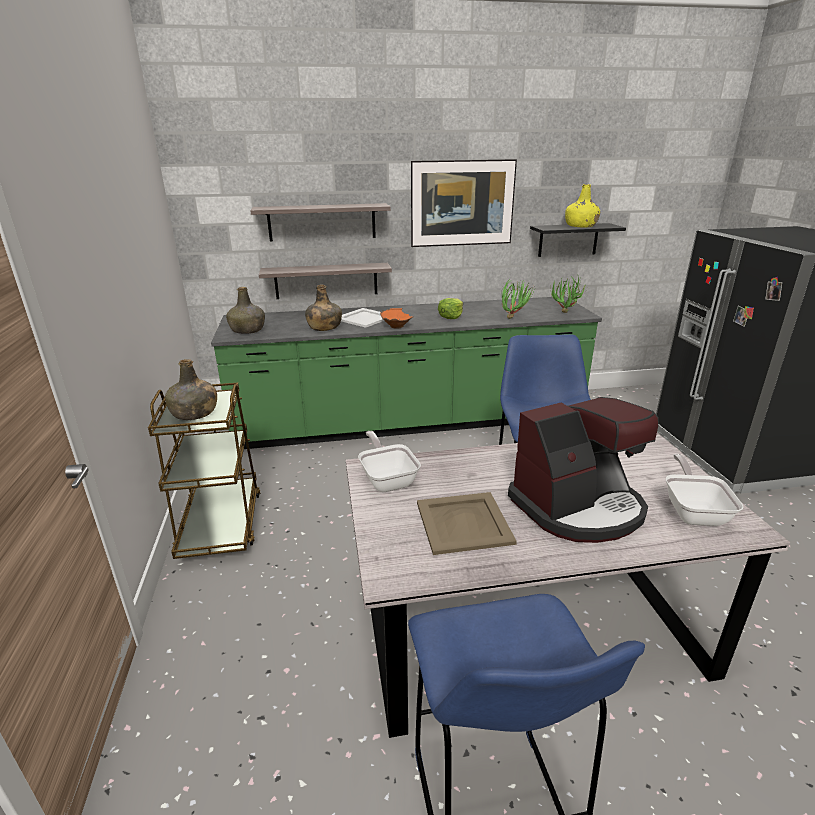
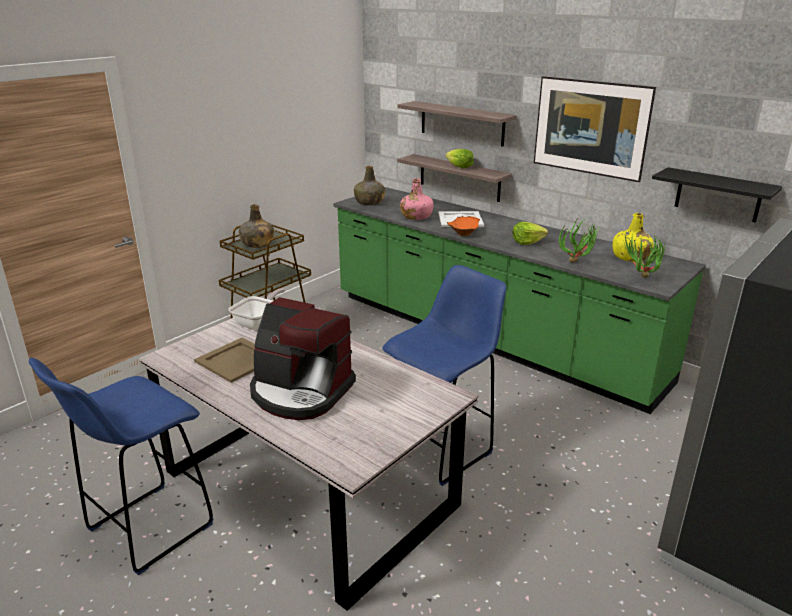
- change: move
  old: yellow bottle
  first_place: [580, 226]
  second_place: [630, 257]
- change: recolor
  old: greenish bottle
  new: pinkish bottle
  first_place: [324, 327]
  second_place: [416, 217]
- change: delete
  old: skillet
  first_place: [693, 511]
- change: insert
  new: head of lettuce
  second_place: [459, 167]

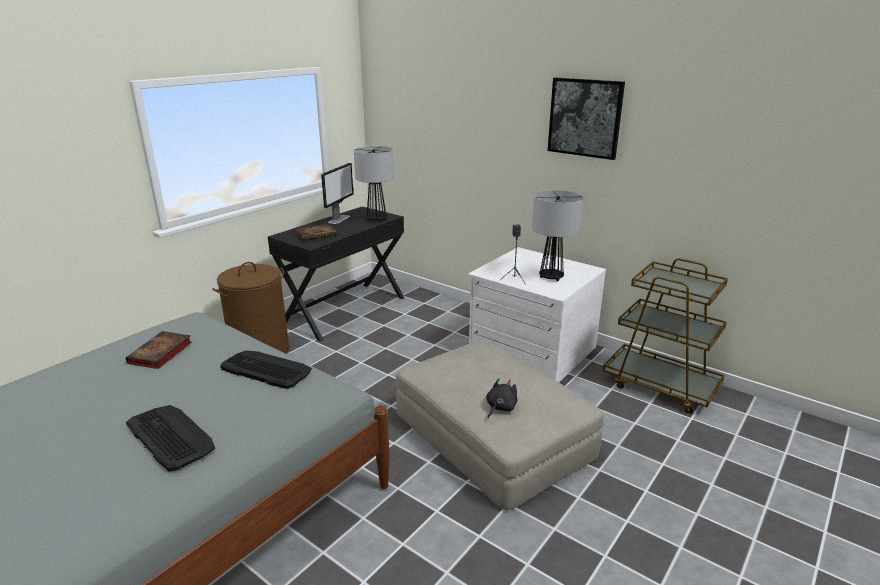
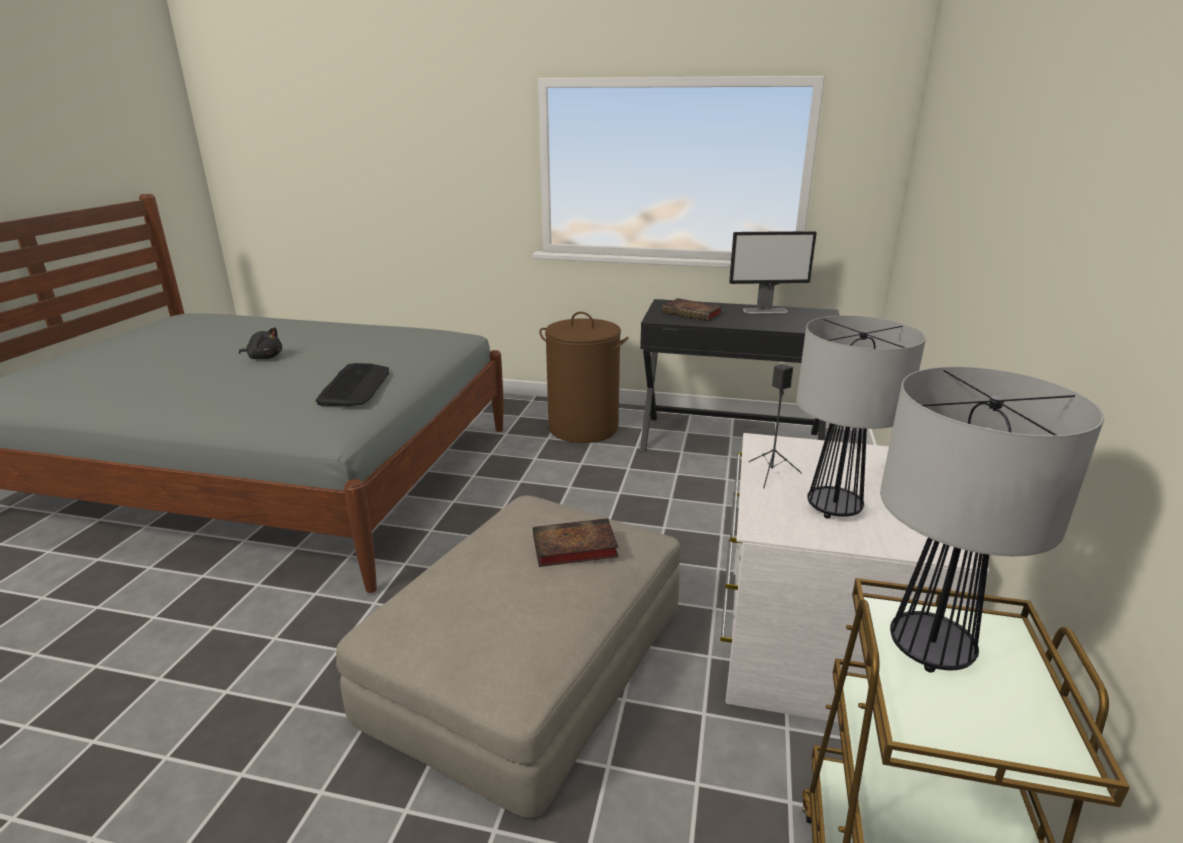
- change: delete
  old: wall picture
  first_place: [585, 117]
- change: move
  old: table lamp
  first_place: [376, 219]
  second_place: [928, 648]
- change: move
  old: book
  first_place: [160, 354]
  second_place: [572, 547]
- change: move
  old: black soft toy
  first_place: [500, 408]
  second_place: [264, 357]
- change: delete
  old: computer keyboard
  first_place: [170, 436]

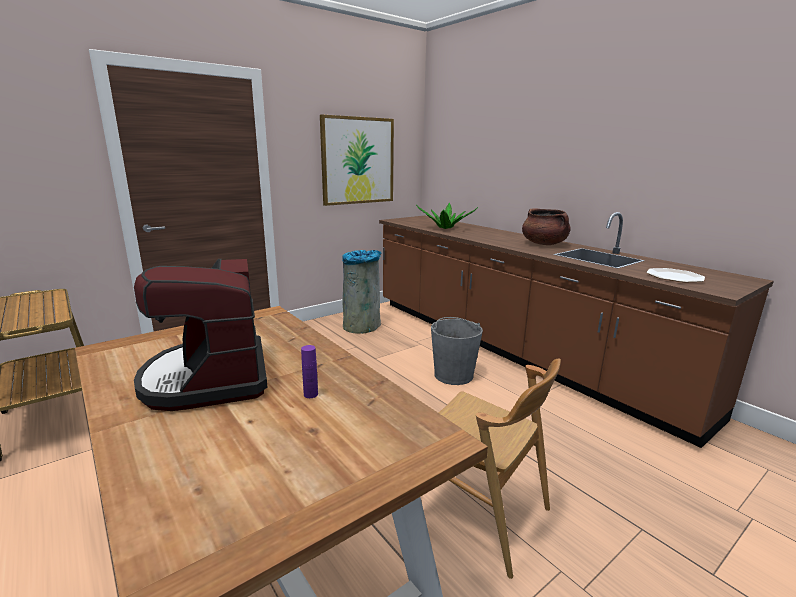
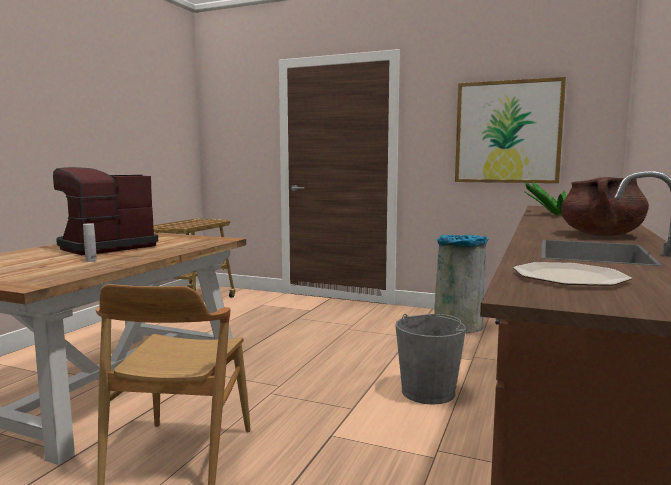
- change: recolor
  old: purplish bottle
  new: white bottle
  first_place: [310, 394]
  second_place: [91, 260]

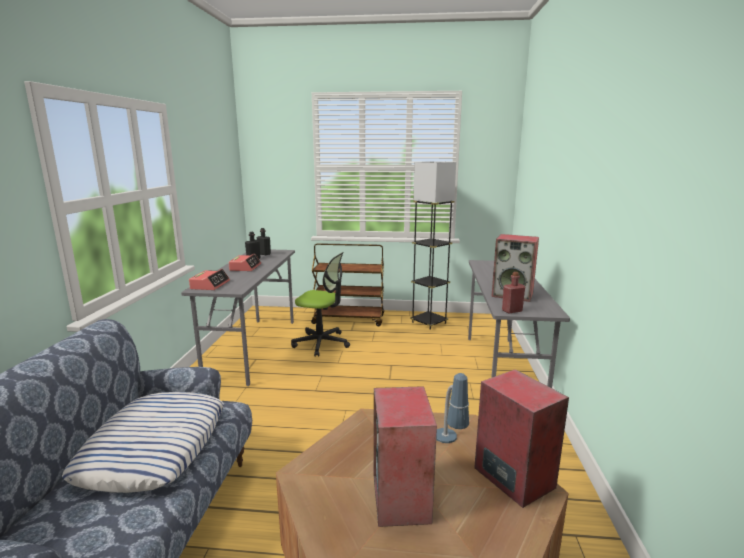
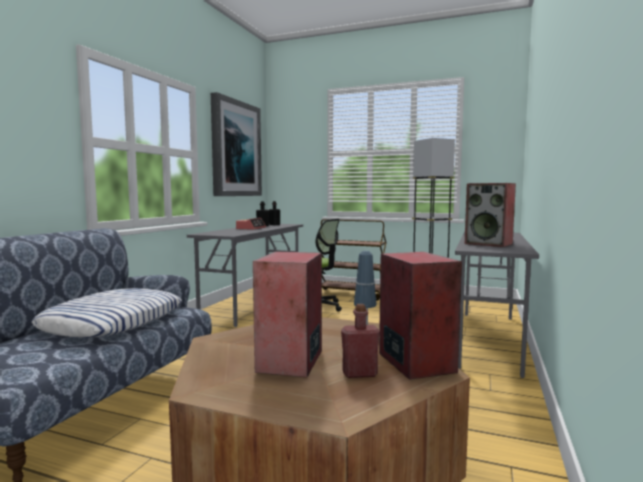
- change: delete
  old: bedside clock
  first_place: [210, 285]
- change: move
  old: red-coloured bottle
  first_place: [512, 311]
  second_place: [359, 374]
- change: insert
  new: wall picture
  second_place: [235, 149]

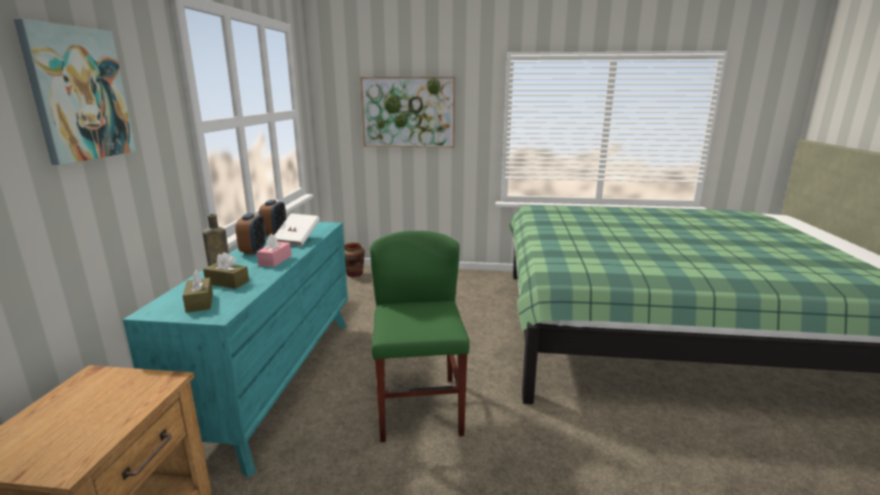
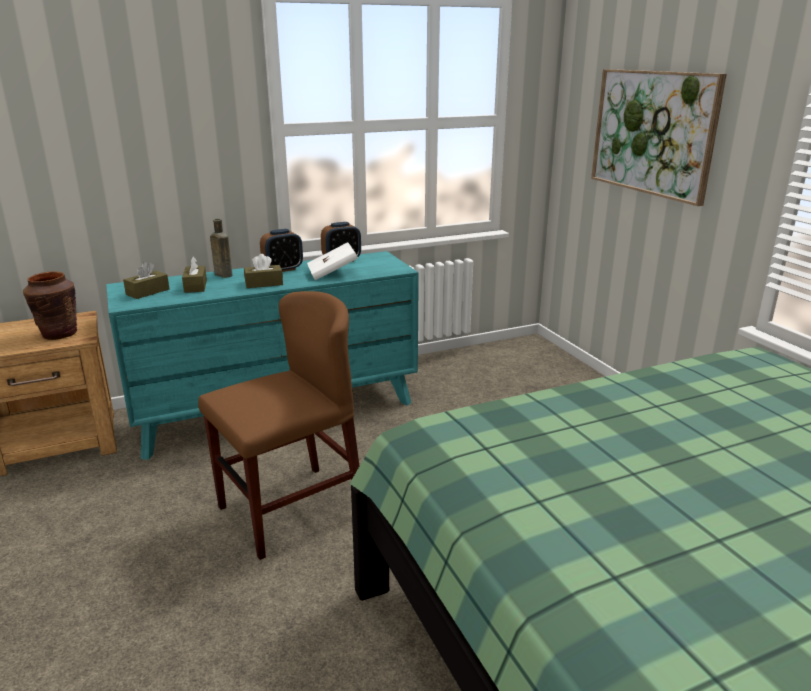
- change: delete
  old: wall picture
  first_place: [79, 94]
- change: recolor
  old: greenish chair
  new: brownish chair
  first_place: [419, 408]
  second_place: [290, 510]
- change: recolor
  old: pinkish tissue box
  new: brownish tissue box
  first_place: [275, 260]
  second_place: [264, 283]
- change: move
  old: brownish flower vase
  first_place: [354, 274]
  second_place: [59, 334]

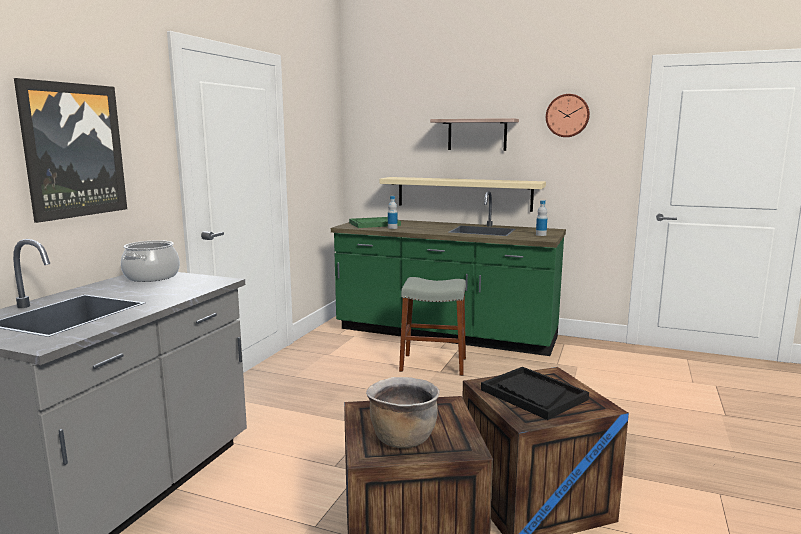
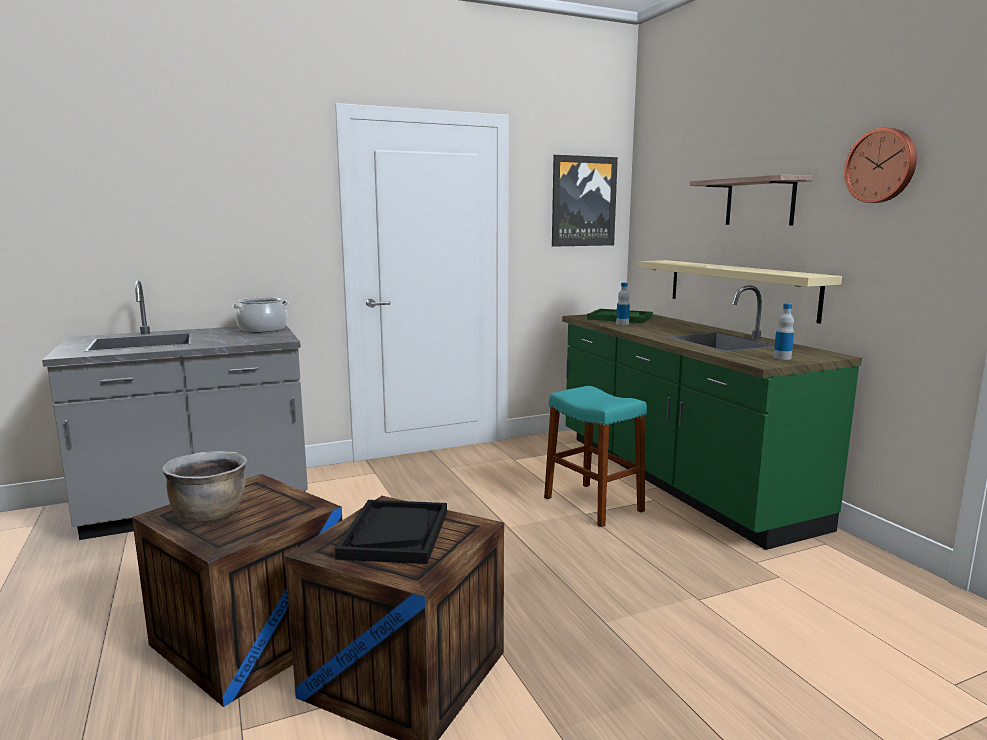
- change: move
  old: wall picture
  first_place: [73, 150]
  second_place: [583, 201]
- change: recolor
  old: grey sitting stool
  new: turquoise sitting stool
  first_place: [433, 364]
  second_place: [593, 504]

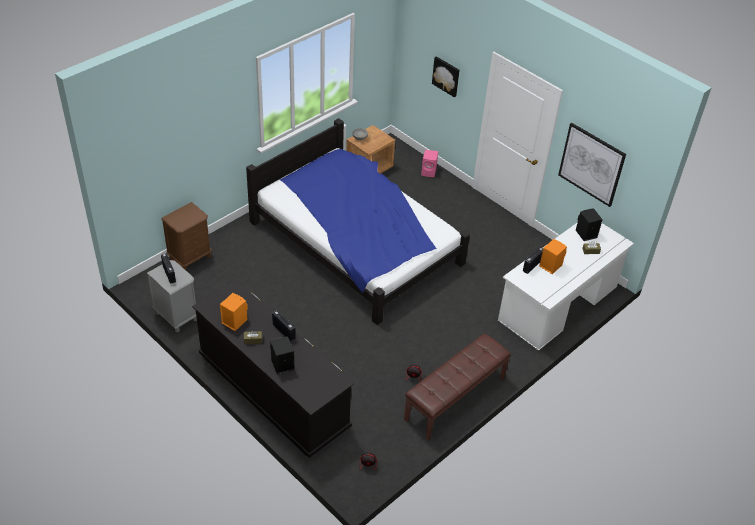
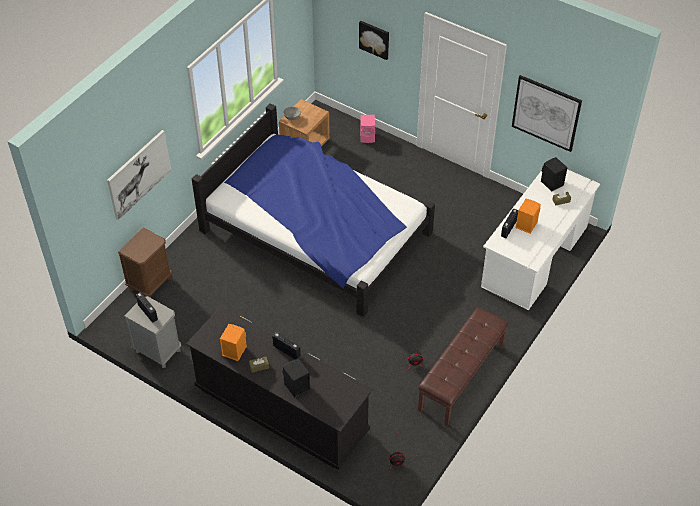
- change: insert
  new: wall picture
  second_place: [139, 174]

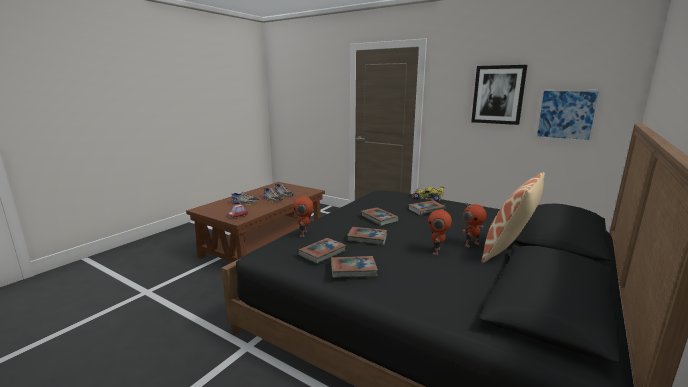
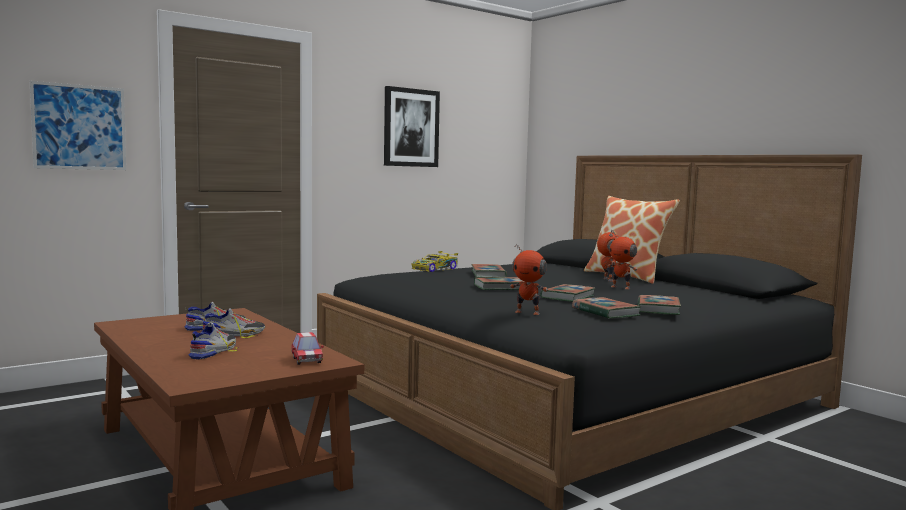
- change: move
  old: wall picture
  first_place: [566, 115]
  second_place: [79, 127]

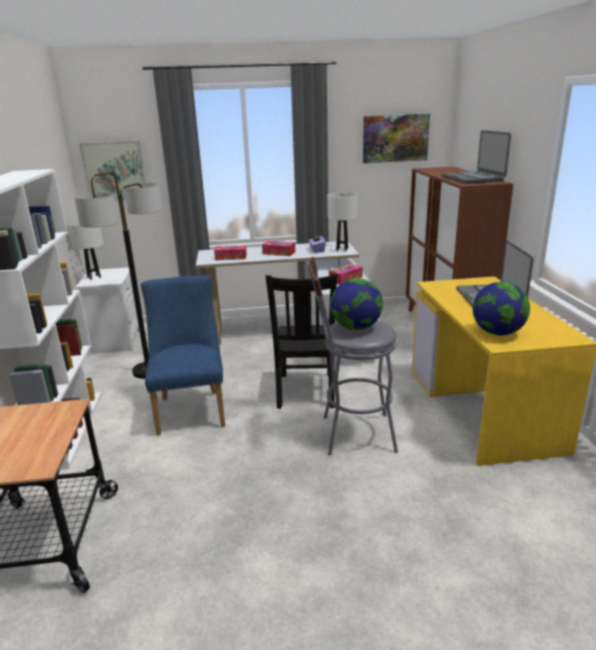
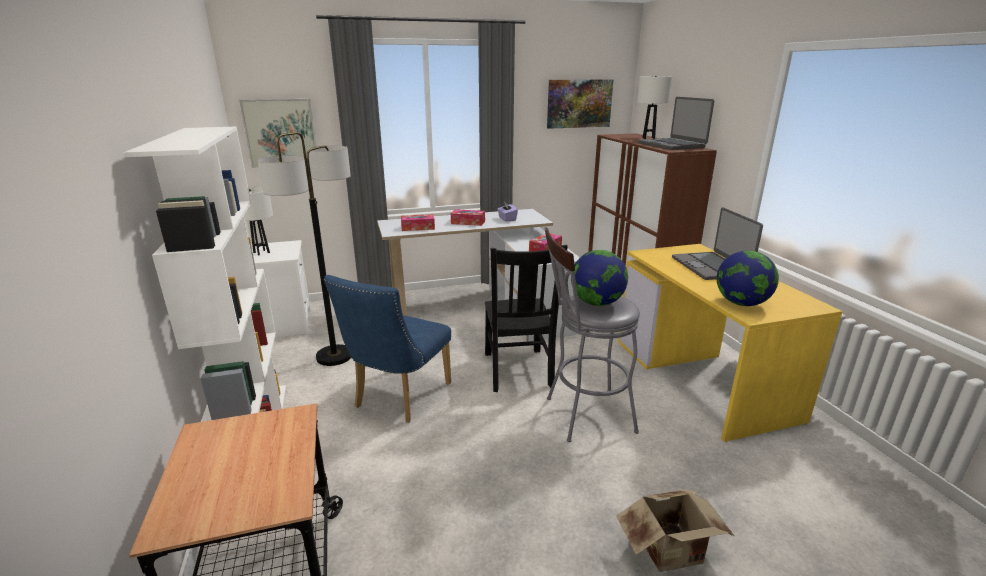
- change: move
  old: white table lamp
  first_place: [342, 249]
  second_place: [648, 138]
- change: rotate
  old: blue chair
  first_place: [191, 408]
  second_place: [398, 398]
  degrees: -135
- change: insert
  new: carton
  second_place: [673, 553]

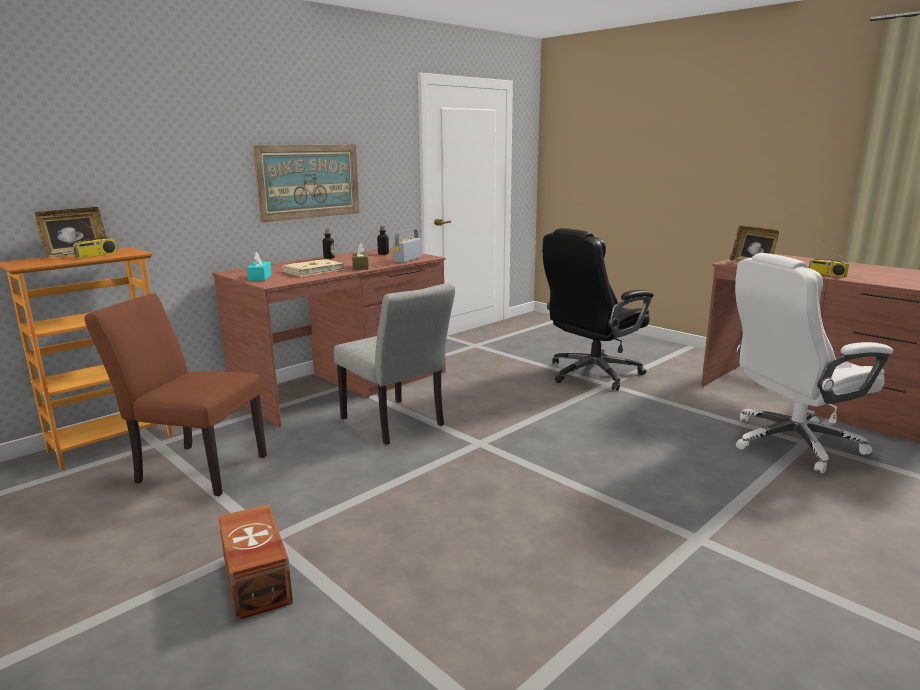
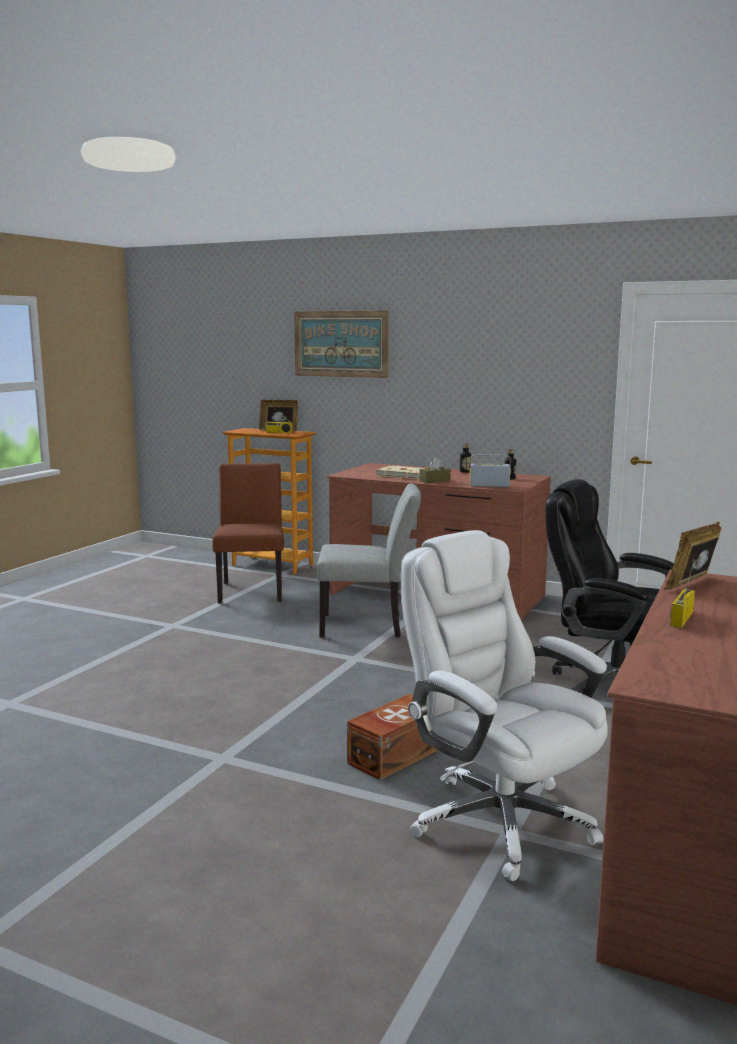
- change: move
  old: wall picture
  first_place: [309, 181]
  second_place: [341, 344]
- change: delete
  old: turquoise tissue box
  first_place: [260, 277]
- change: rotate
  old: grey chair
  first_place: [397, 424]
  second_place: [369, 626]
  degrees: -120
- change: move
  old: brownish storage container
  first_place: [255, 581]
  second_place: [393, 755]

